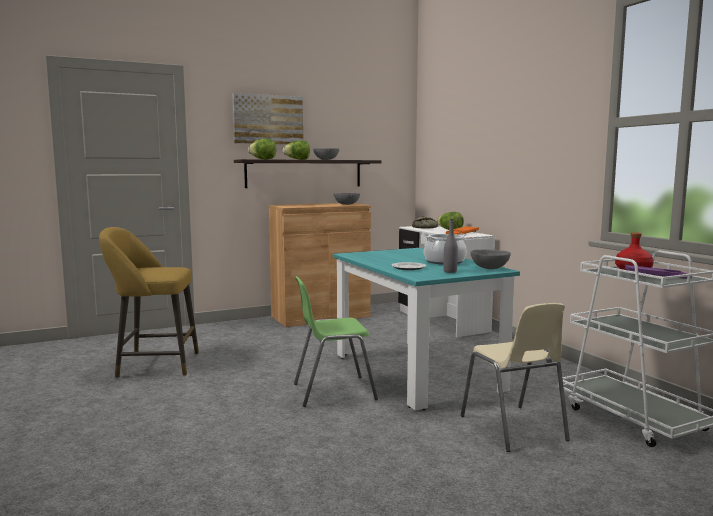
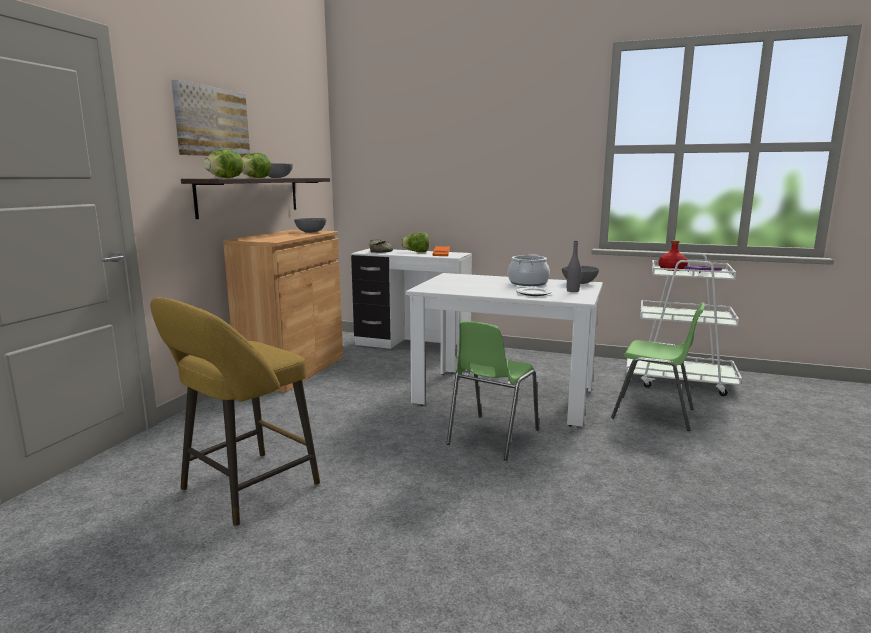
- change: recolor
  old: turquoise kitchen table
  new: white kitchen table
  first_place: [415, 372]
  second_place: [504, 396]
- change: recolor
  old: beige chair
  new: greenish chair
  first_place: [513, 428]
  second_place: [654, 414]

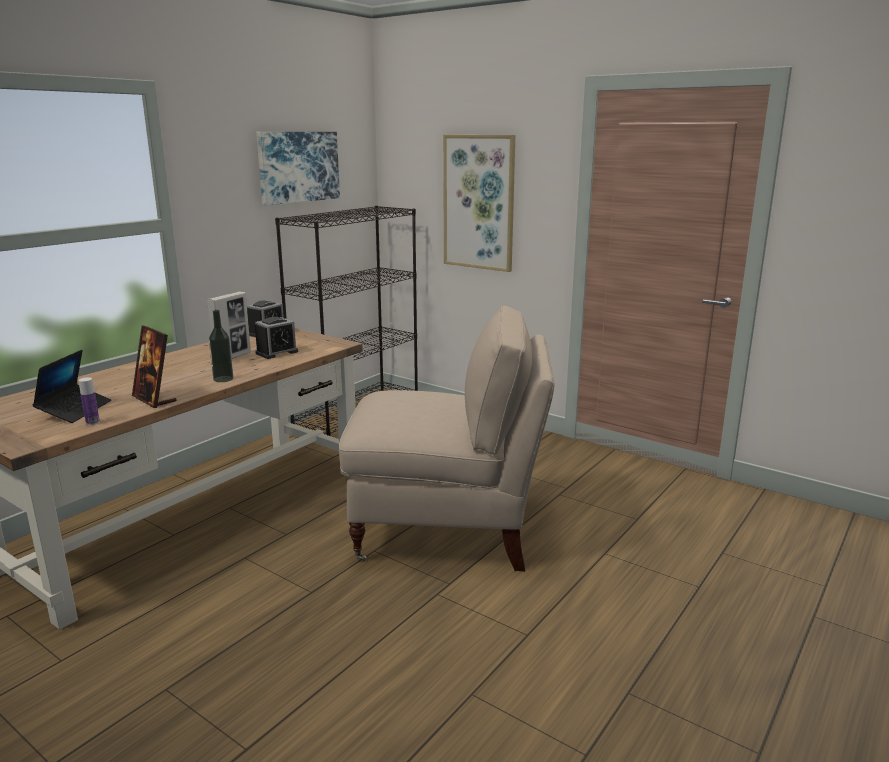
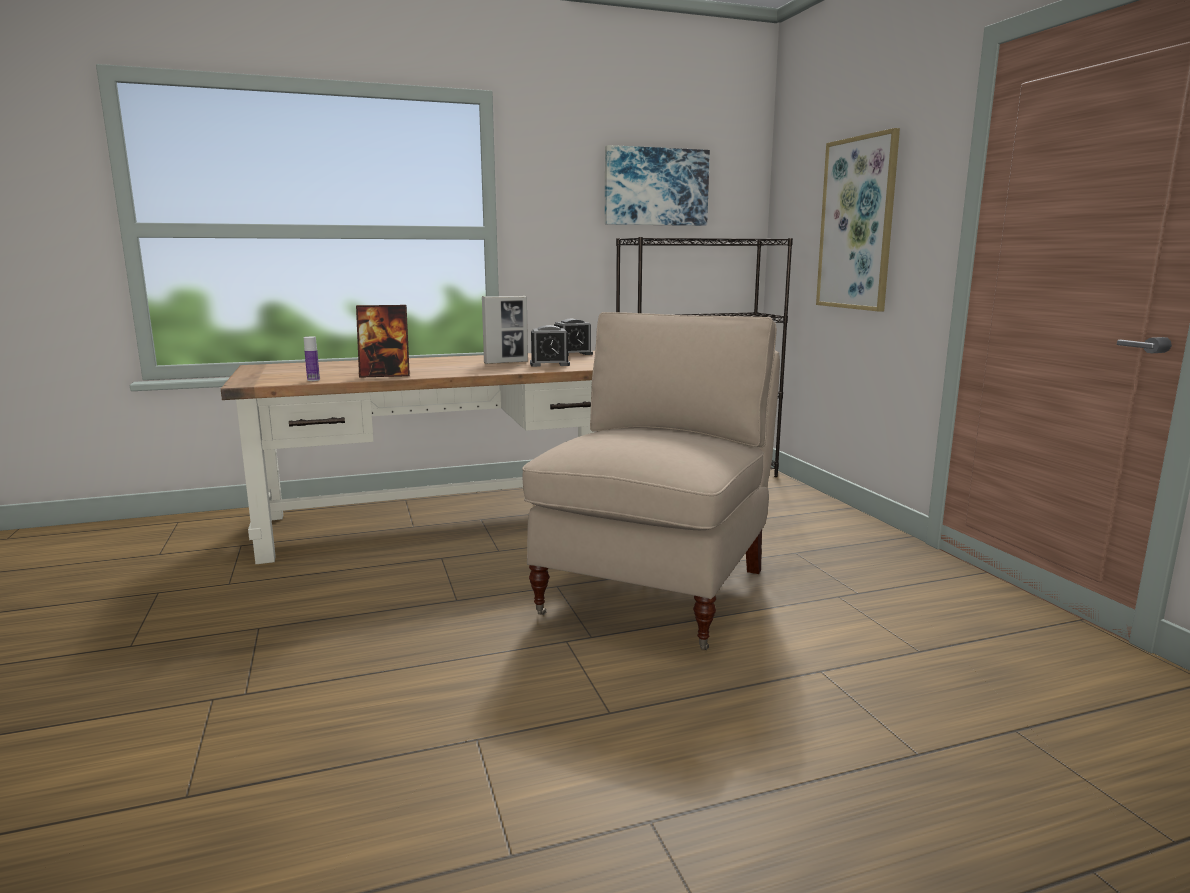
- change: rotate
  old: beige chair
  first_place: [448, 529]
  second_place: [656, 590]
  degrees: -105
- change: delete
  old: bottle
  first_place: [223, 379]
- change: rotate
  old: photo frame
  first_place: [154, 399]
  second_place: [385, 375]
  degrees: -90
- change: delete
  old: notebook computer
  first_place: [75, 410]

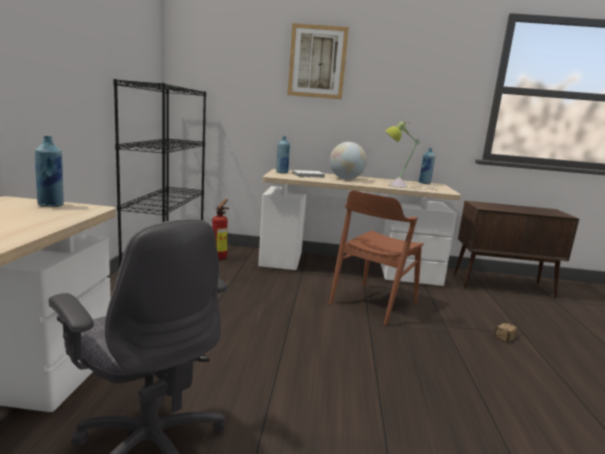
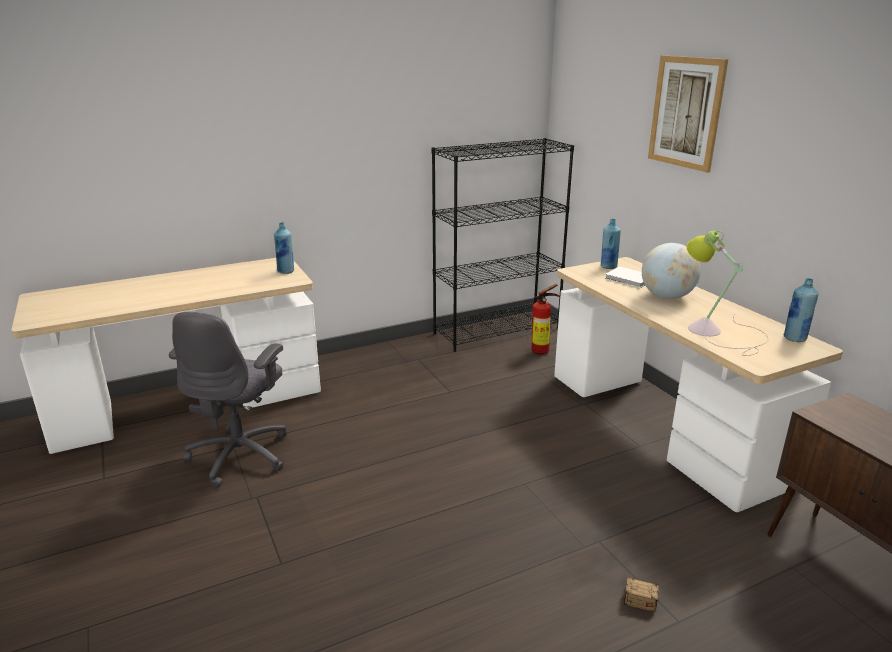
- change: delete
  old: brownish chair
  first_place: [373, 303]

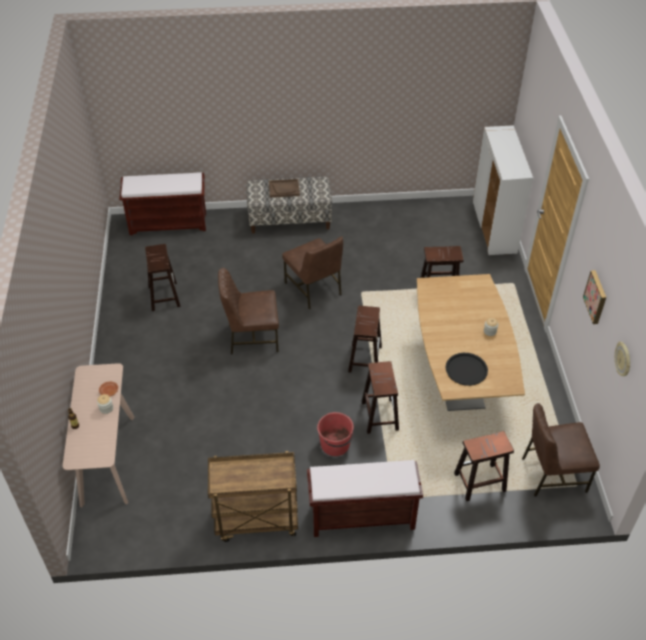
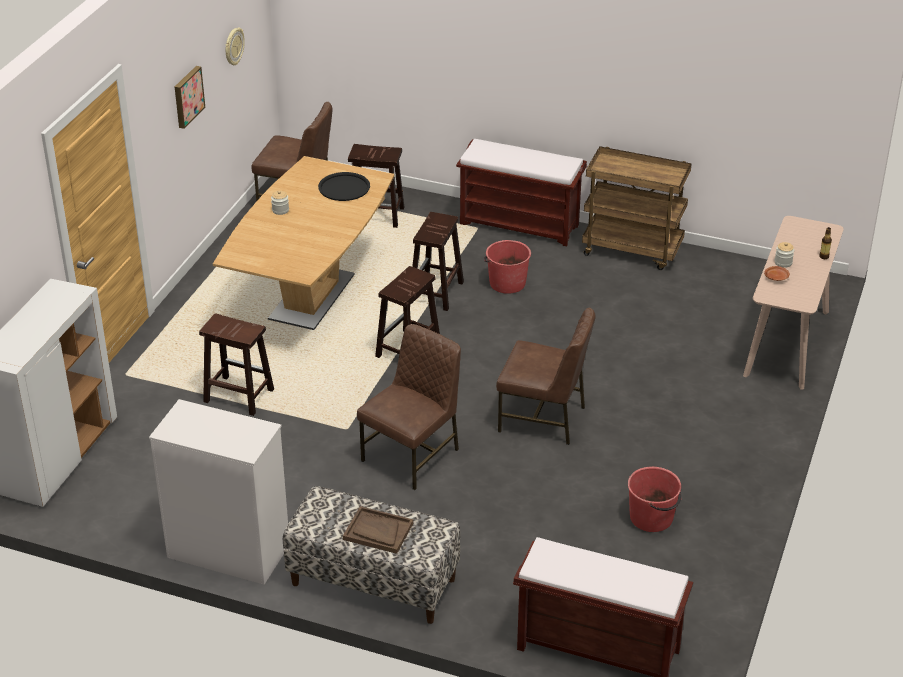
- change: rotate
  old: brownish chair
  first_place: [314, 289]
  second_place: [412, 455]
  degrees: 45
- change: replace
  old: brownish sitting stool
  new: red-coloured bucket
  first_place: [164, 295]
  second_place: [652, 517]
- change: insert
  new: white dresser
  second_place: [227, 551]

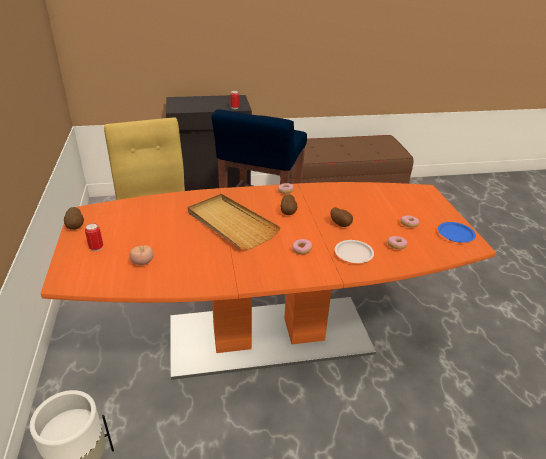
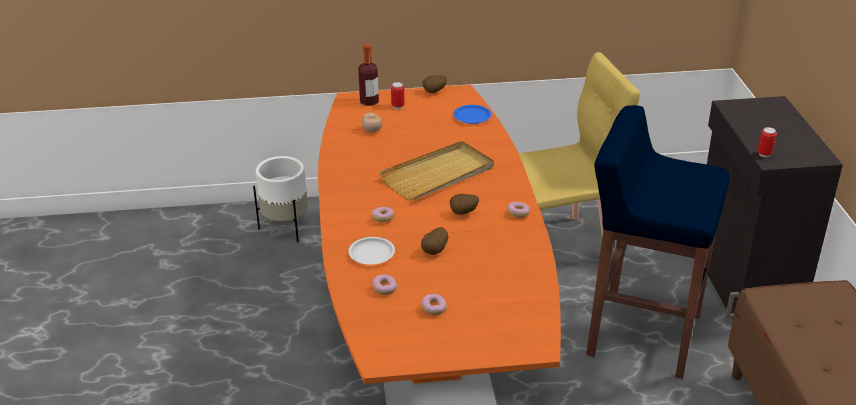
- change: move
  old: blue plate
  first_place: [455, 235]
  second_place: [472, 117]
- change: insert
  new: bottle
  second_place: [369, 102]

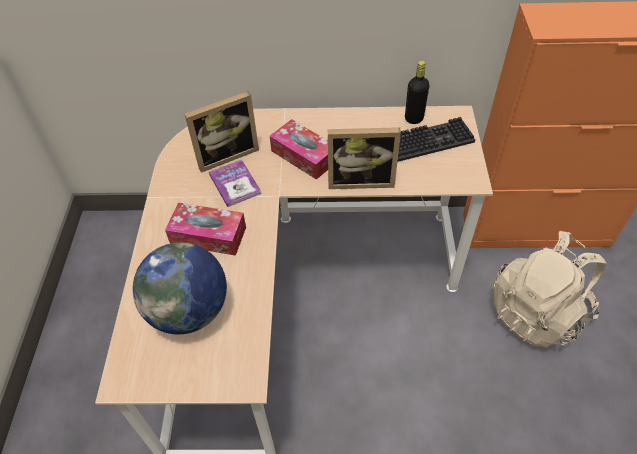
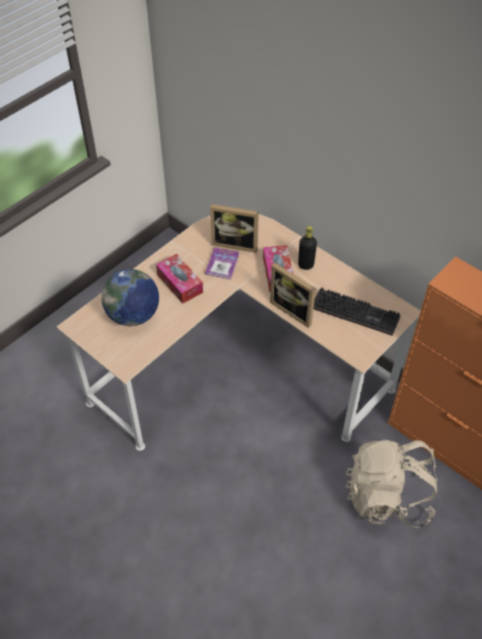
- change: move
  old: black bottle
  first_place: [414, 118]
  second_place: [305, 265]

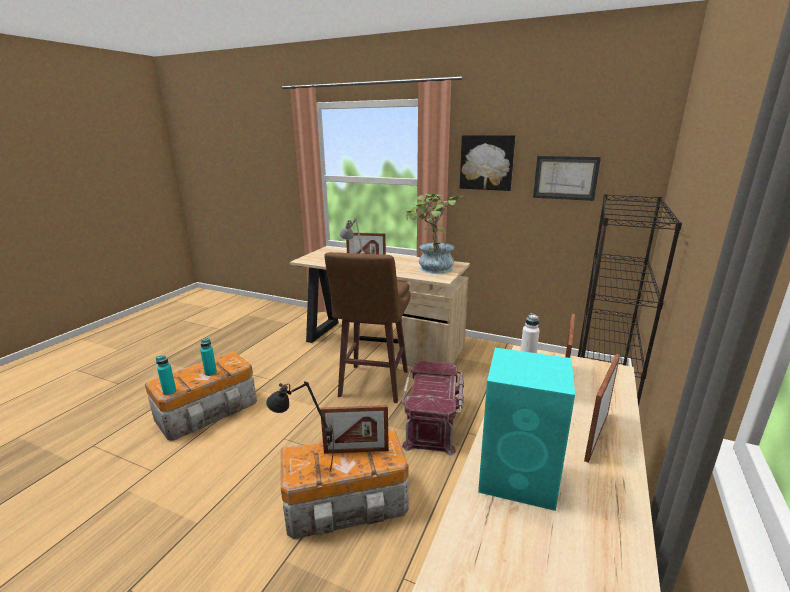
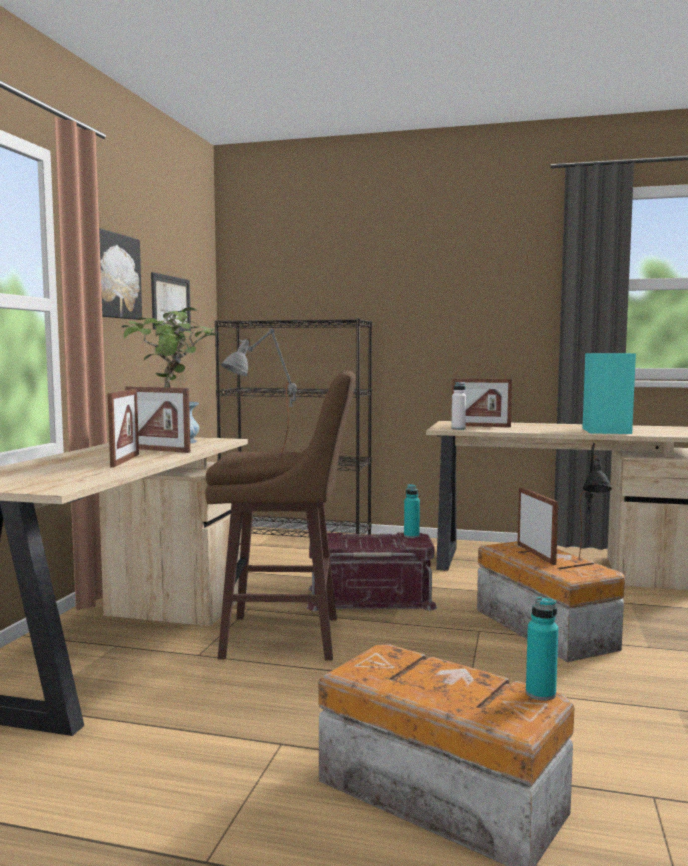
- change: move
  old: turquoise bottle
  first_place: [211, 373]
  second_place: [411, 536]
- change: move
  old: photo frame
  first_place: [596, 435]
  second_place: [158, 450]

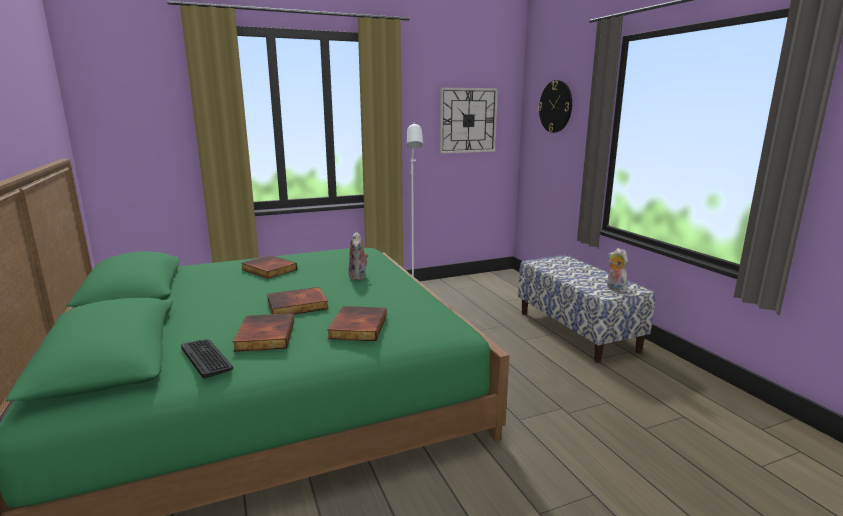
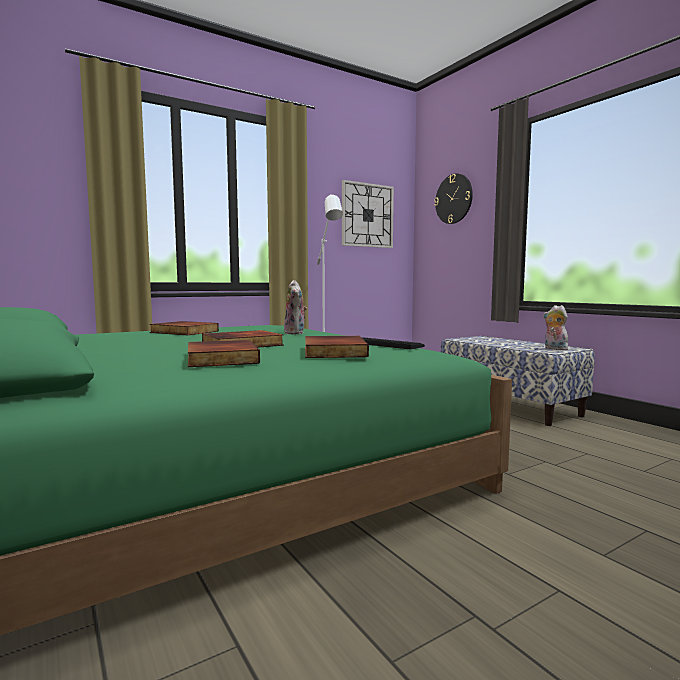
- change: move
  old: computer keyboard
  first_place: [206, 358]
  second_place: [386, 344]

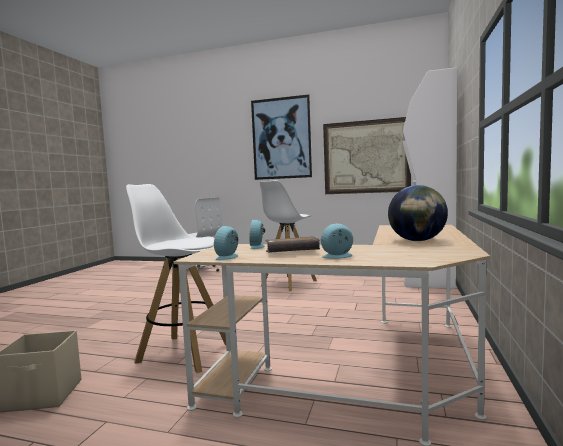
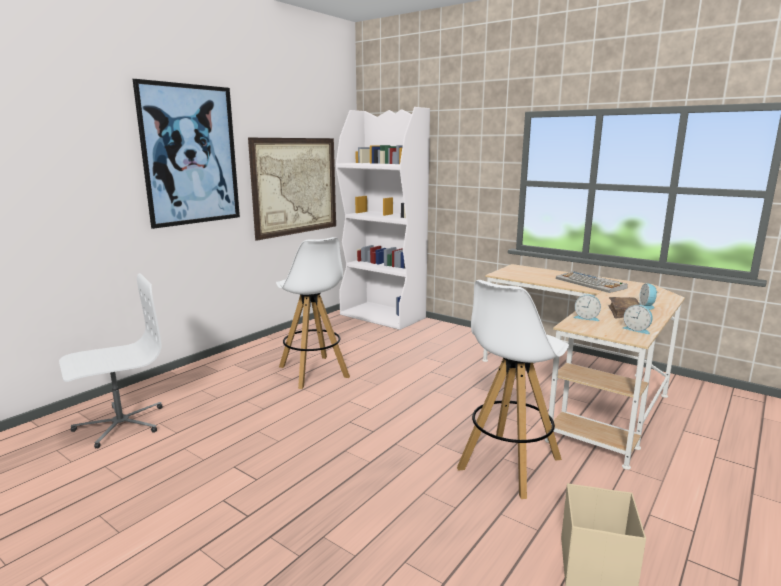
- change: replace
  old: world globe
  new: computer keyboard
  first_place: [417, 241]
  second_place: [591, 283]

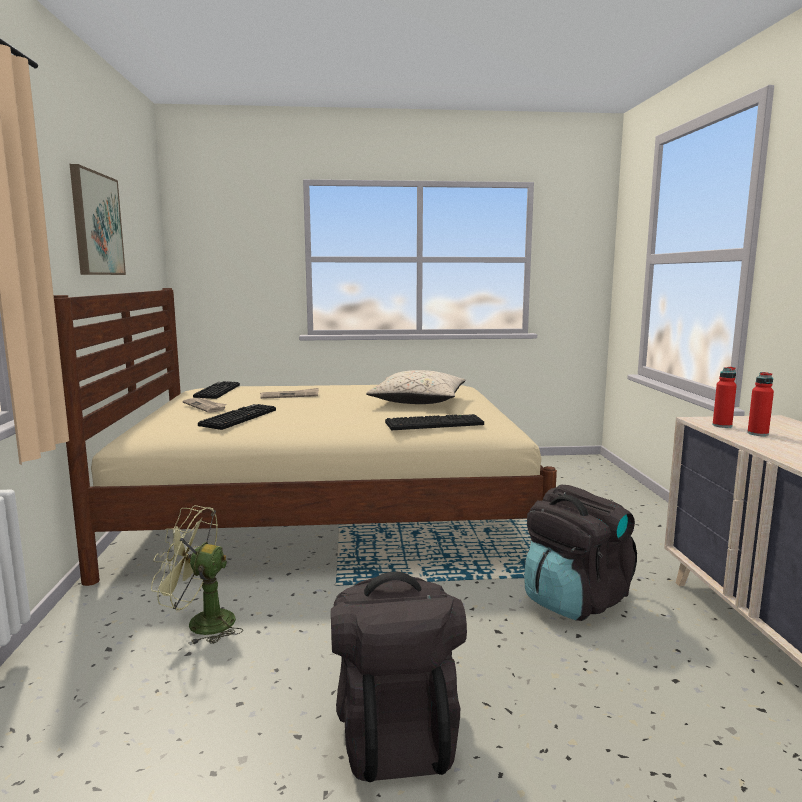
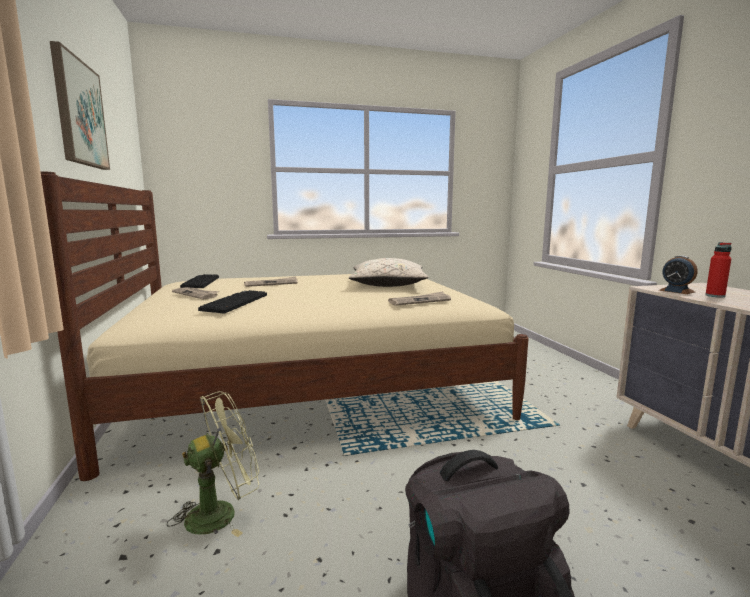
- change: replace
  old: red-coloured bottle
  new: bedside clock
  first_place: [722, 426]
  second_place: [676, 291]
- change: replace
  old: computer keyboard
  new: newspaper
  first_place: [435, 423]
  second_place: [420, 301]
- change: delete
  old: black backpack
  first_place: [574, 600]
- change: rotate
  old: greenish fan
  first_place: [200, 623]
  second_place: [221, 512]
  degrees: 150

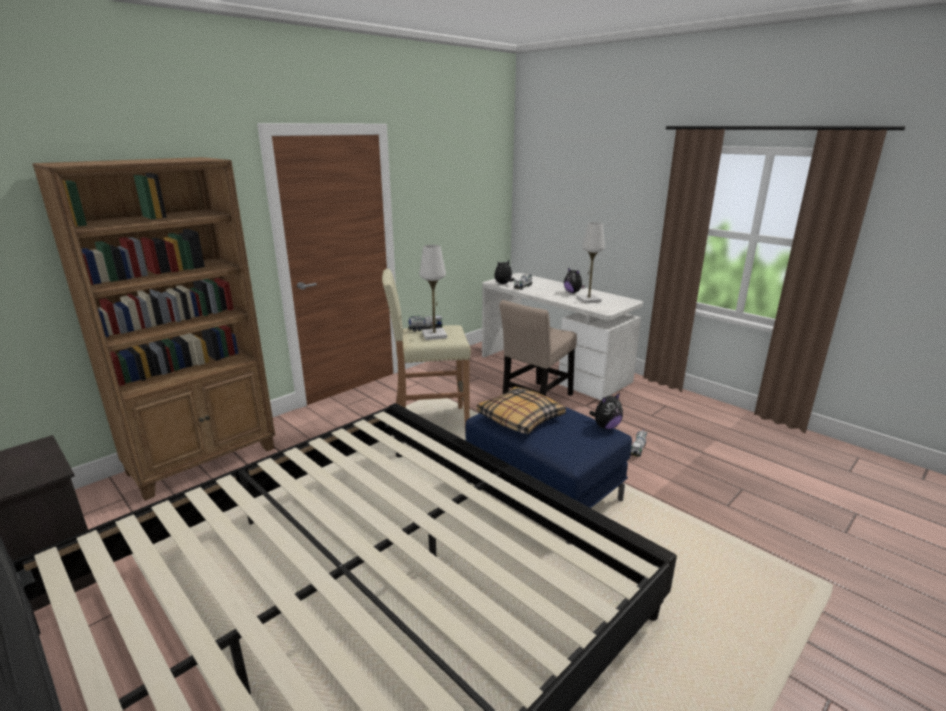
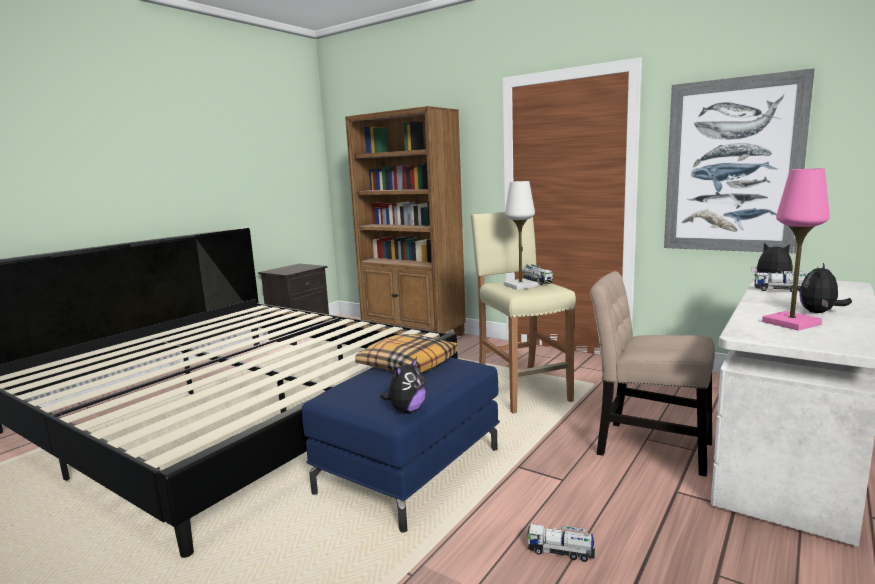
- change: recolor
  old: white table lamp
  new: pinkish table lamp
  first_place: [588, 300]
  second_place: [791, 323]
- change: rotate
  old: soft toy
  first_place: [606, 427]
  second_place: [406, 410]
  degrees: -105
- change: insert
  new: wall picture
  second_place: [732, 166]

